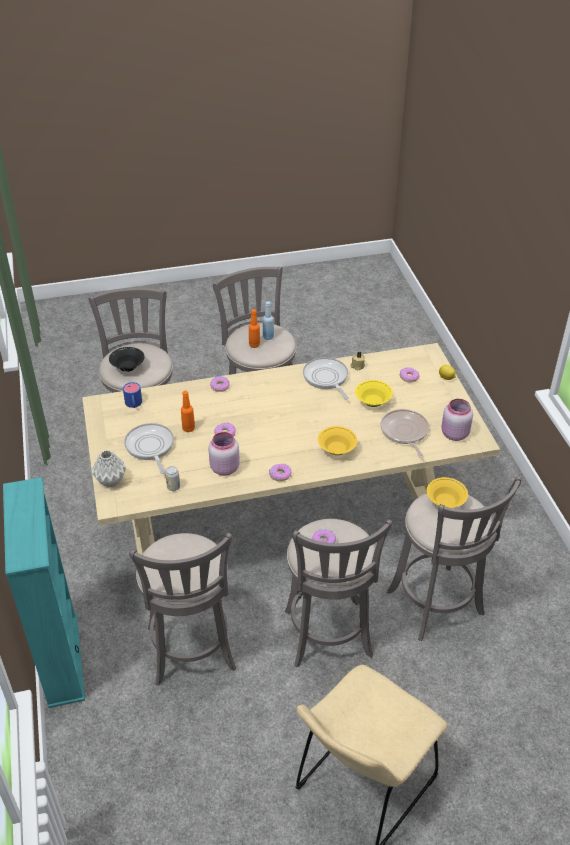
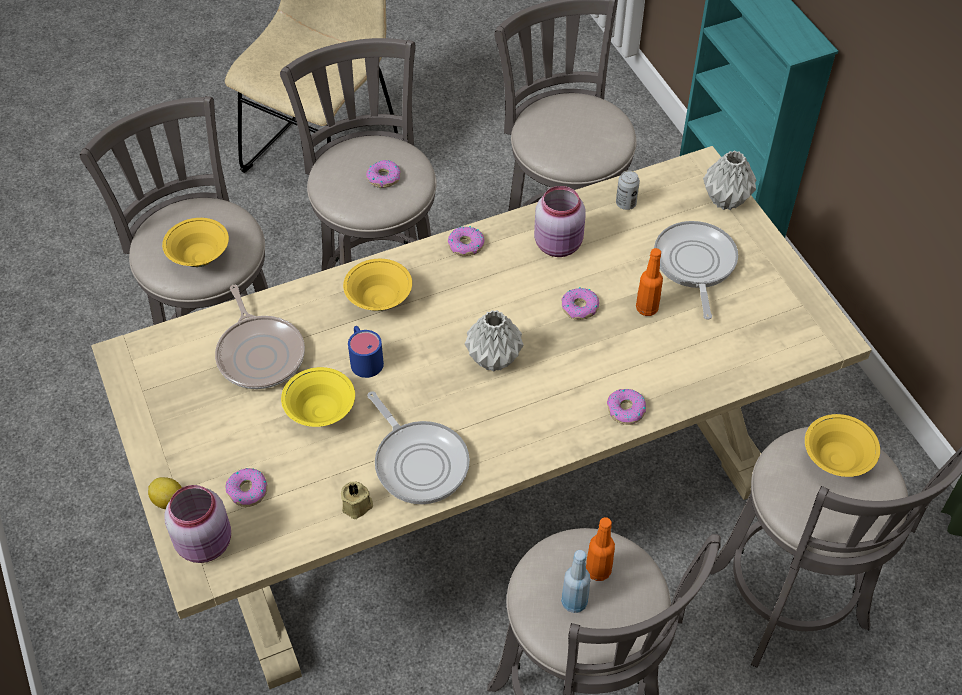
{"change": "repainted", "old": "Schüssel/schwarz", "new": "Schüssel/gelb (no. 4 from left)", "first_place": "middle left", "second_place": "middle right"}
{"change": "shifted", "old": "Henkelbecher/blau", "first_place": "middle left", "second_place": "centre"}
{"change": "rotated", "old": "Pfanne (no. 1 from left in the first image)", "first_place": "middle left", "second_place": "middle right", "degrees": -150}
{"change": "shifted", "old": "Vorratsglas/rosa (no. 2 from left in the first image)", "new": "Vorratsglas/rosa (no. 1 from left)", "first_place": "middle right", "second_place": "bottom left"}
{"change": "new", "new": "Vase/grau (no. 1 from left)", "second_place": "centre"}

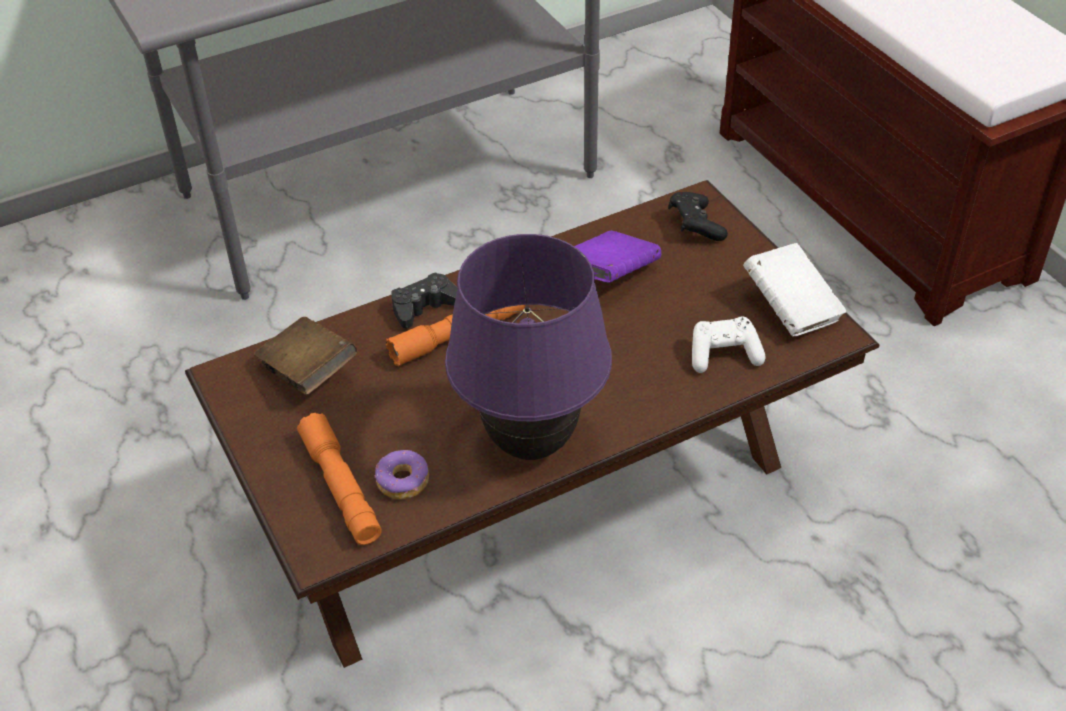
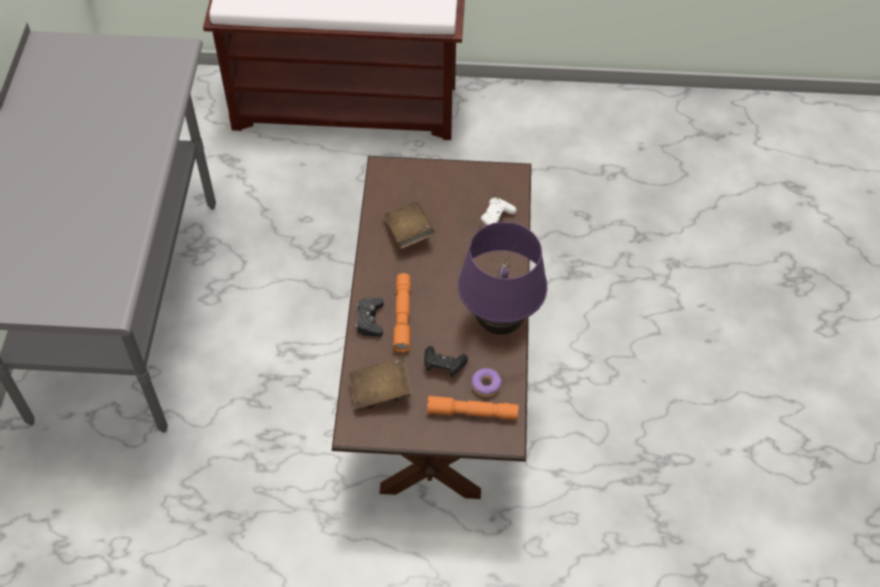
{"change": "repainted", "old": "Buch/lila", "new": "Buch/braun (no. 2 from left)", "first_place": "centre", "second_place": "centre"}
{"change": "shifted", "old": "Gamepad/schwarz (no. 2 from left)", "first_place": "top centre", "second_place": "centre"}
{"change": "gone", "old": "Buch/weiß", "first_place": "middle right"}

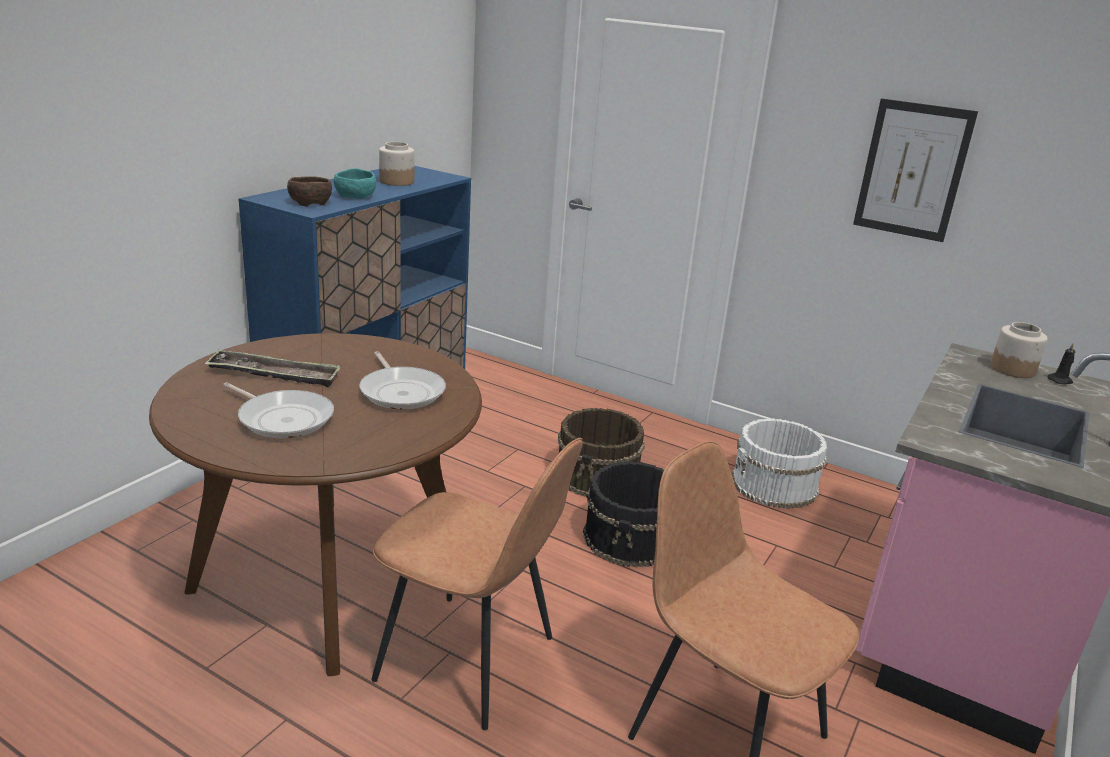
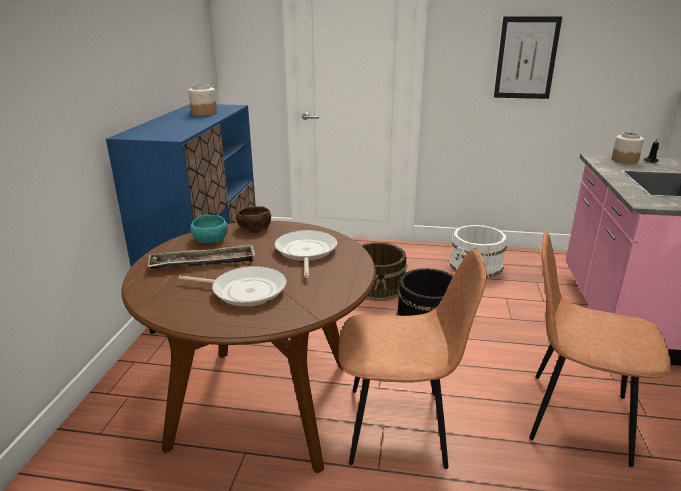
{"change": "shifted", "old": "Schüssel/braun", "first_place": "top left", "second_place": "centre"}
{"change": "shifted", "old": "Schüssel/türkis", "first_place": "top left", "second_place": "middle left"}
{"change": "rotated", "old": "Pfanne (no. 2 from left)", "first_place": "centre", "second_place": "centre", "degrees": -135}

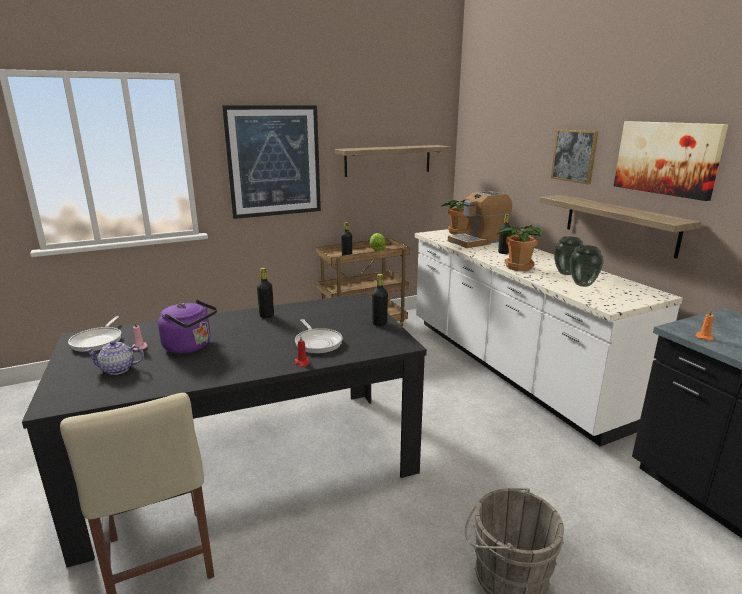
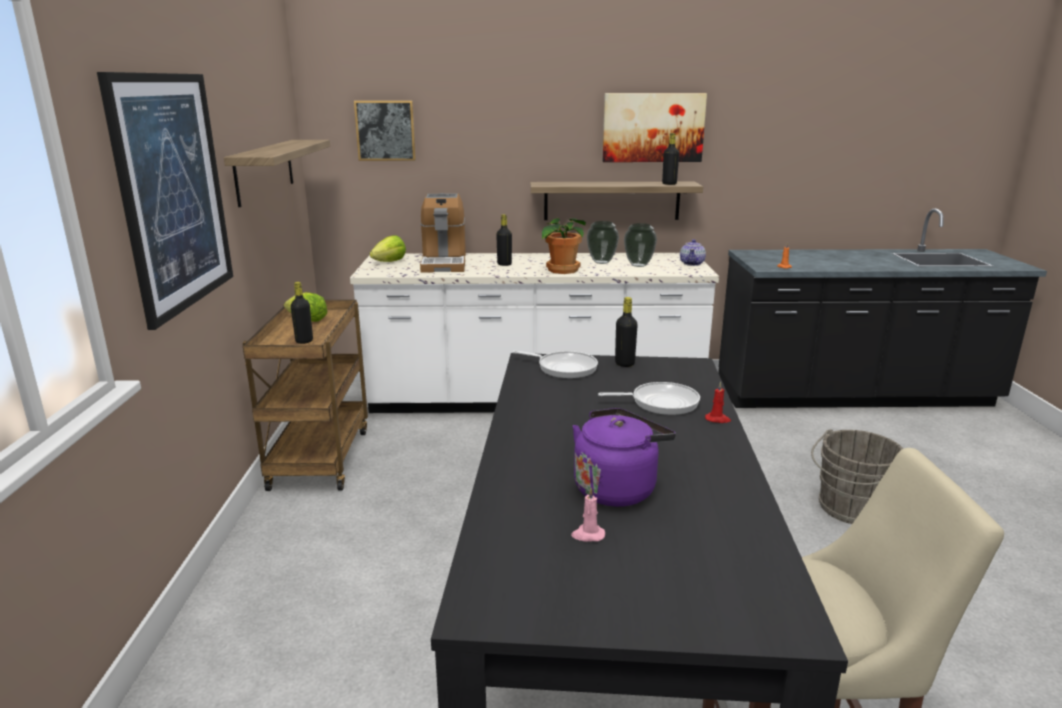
{"change": "shifted", "old": "Pfanne (no. 1 from left)", "first_place": "middle left", "second_place": "centre"}
{"change": "shifted", "old": "Teekanne", "first_place": "middle left", "second_place": "centre"}
{"change": "shifted", "old": "Flasche/schwarz (no. 1 from left in the first image)", "new": "Flasche/schwarz (no. 4 from left)", "first_place": "centre", "second_place": "top centre"}
{"change": "swapped", "old": "Topfpflanze (no. 1 from left)", "new": "Salatkopf (no. 2 from left)", "first_place": "centre", "second_place": "centre"}
{"change": "shifted", "old": "Bild (no. 2 from left)", "first_place": "top right", "second_place": "top centre"}

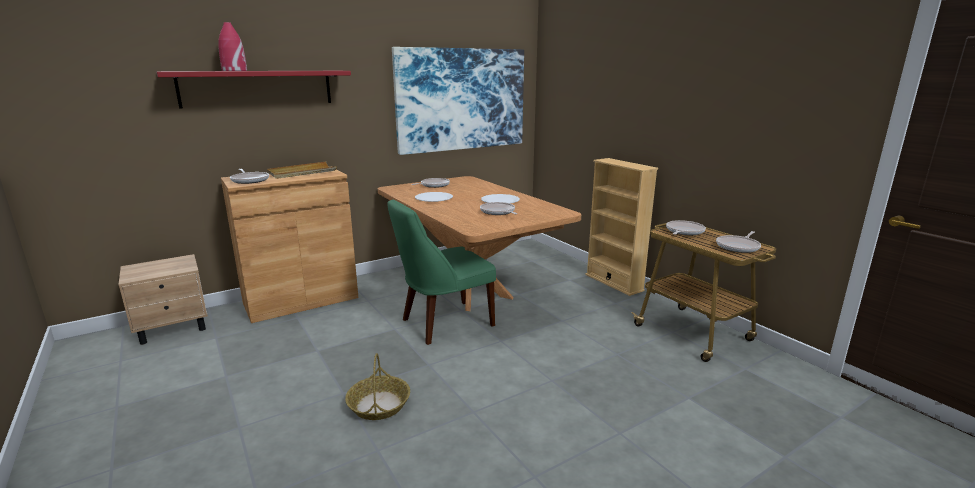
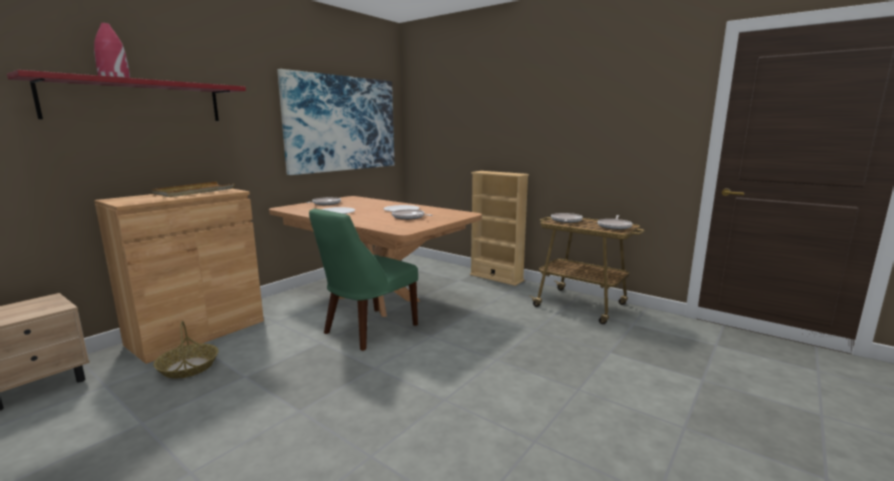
{"change": "gone", "old": "Pfanne (no. 1 from left)", "first_place": "middle left"}
{"change": "shifted", "old": "Korb", "first_place": "bottom centre", "second_place": "bottom left"}

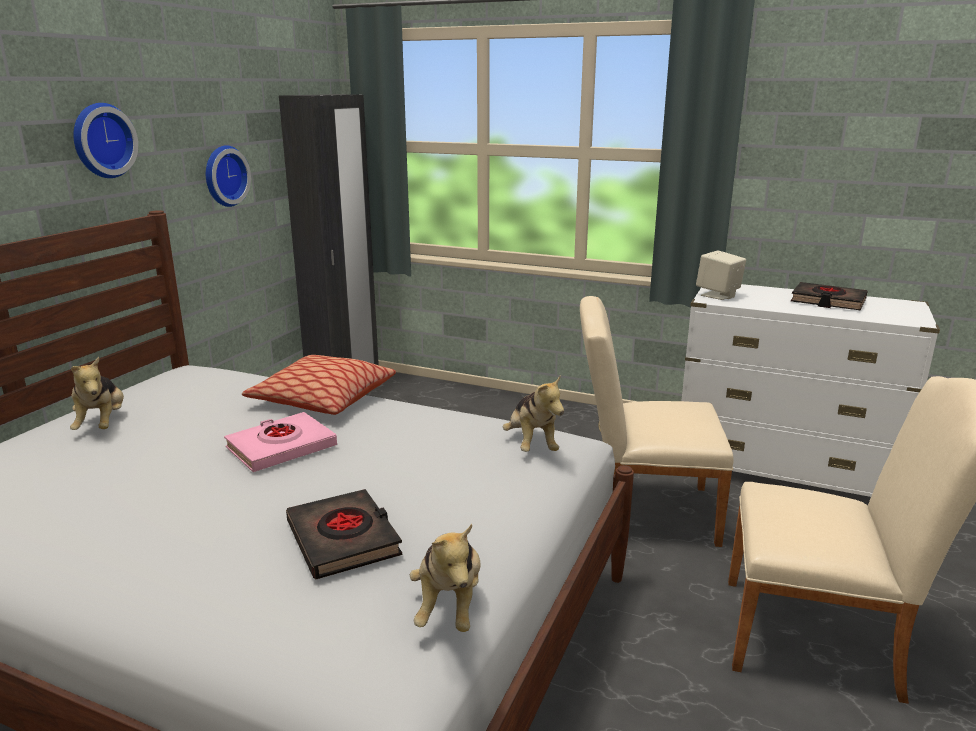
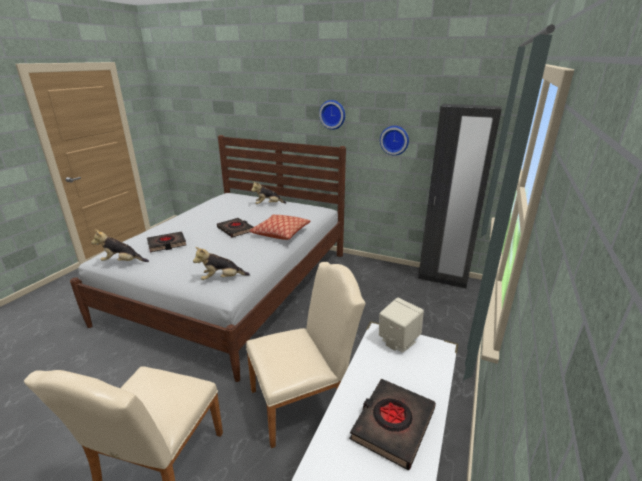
{"change": "repainted", "old": "Buch/rosa", "new": "Buch/schwarz (no. 2 from left)", "first_place": "middle left", "second_place": "centre"}
{"change": "rotated", "old": "Stuhl/beige (no. 1 from left in the first image)", "first_place": "middle right", "second_place": "bottom centre", "degrees": 60}

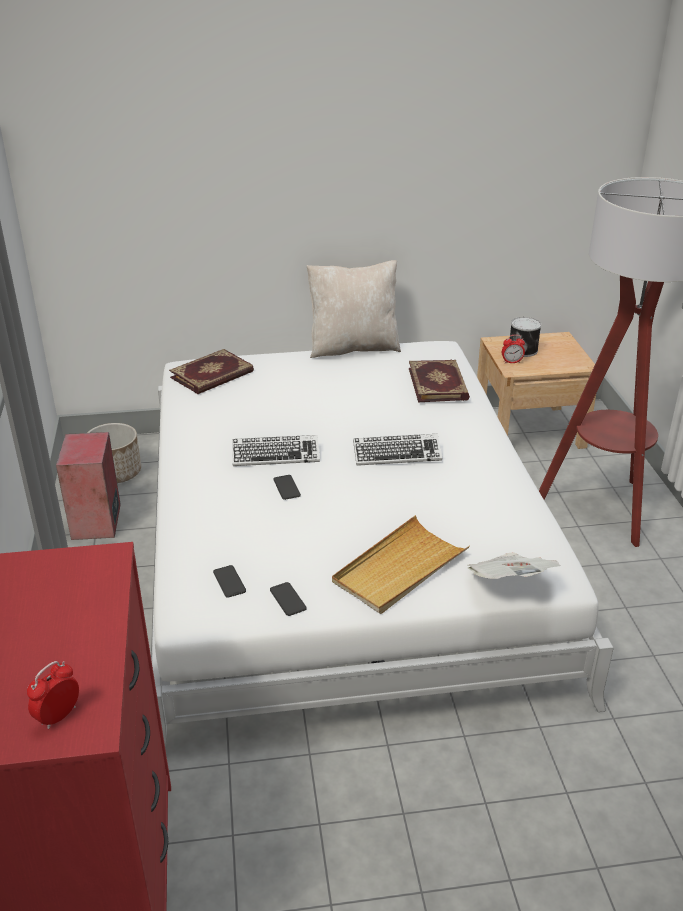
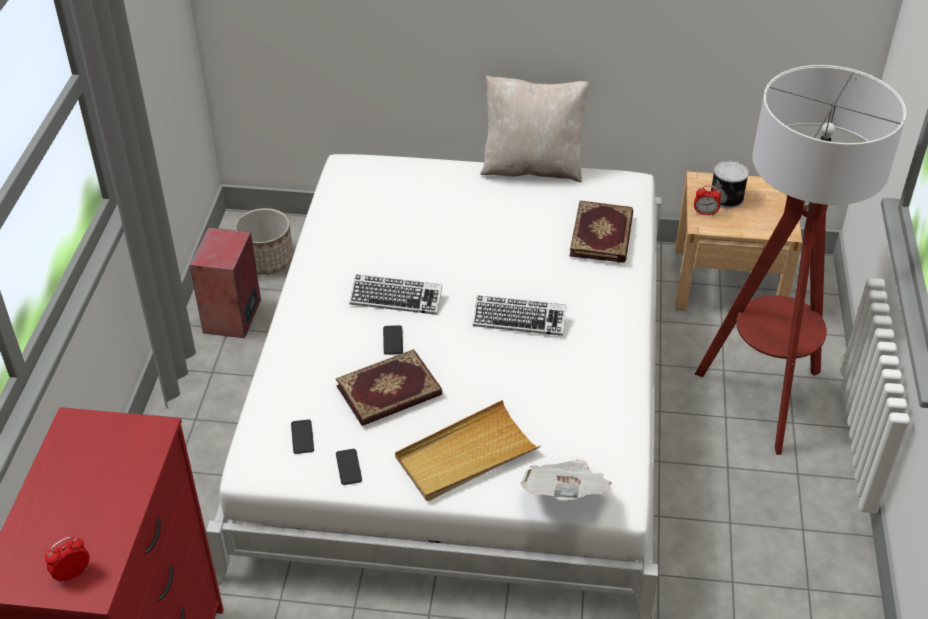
{"change": "shifted", "old": "Buch (no. 1 from left)", "first_place": "middle left", "second_place": "centre"}

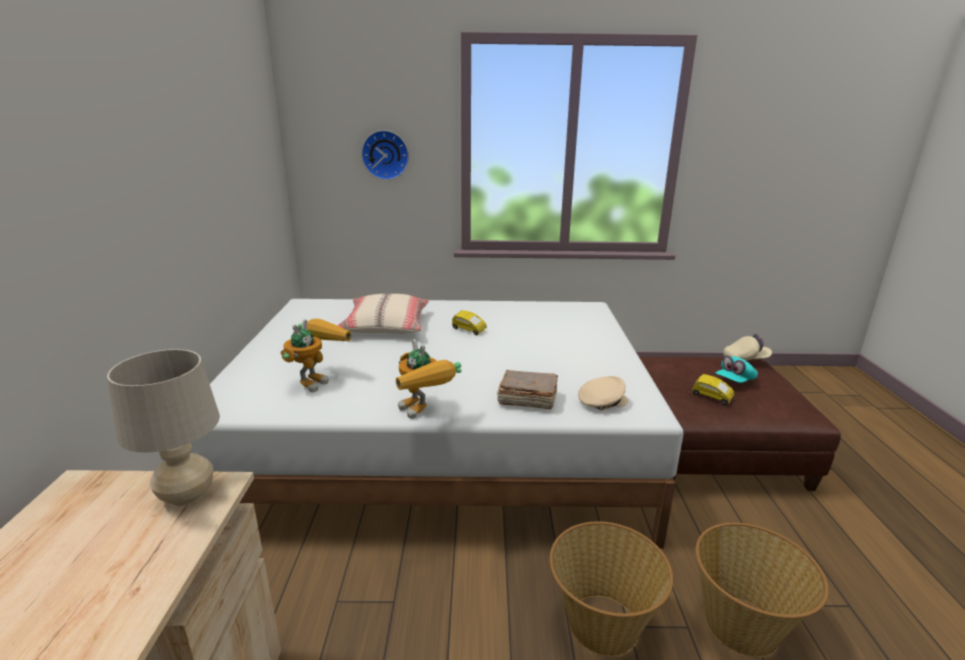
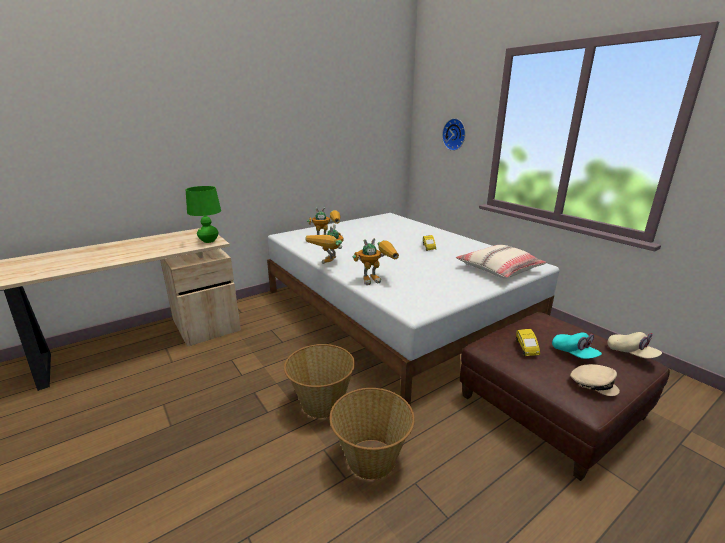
{"change": "repainted", "old": "Tischlampe/beige", "new": "Tischlampe/grün", "first_place": "middle left", "second_place": "middle left"}
{"change": "shifted", "old": "Kissen/beige", "first_place": "centre", "second_place": "middle right"}
{"change": "swapped", "old": "Buch/braun", "new": "Spielzeugroboter (no. 3 from left)", "first_place": "centre", "second_place": "centre"}
{"change": "shifted", "old": "Kappe/beige (no. 1 from left)", "first_place": "centre", "second_place": "bottom right"}
{"change": "rotated", "old": "Kappe/türkis", "first_place": "middle right", "second_place": "middle right", "degrees": -135}

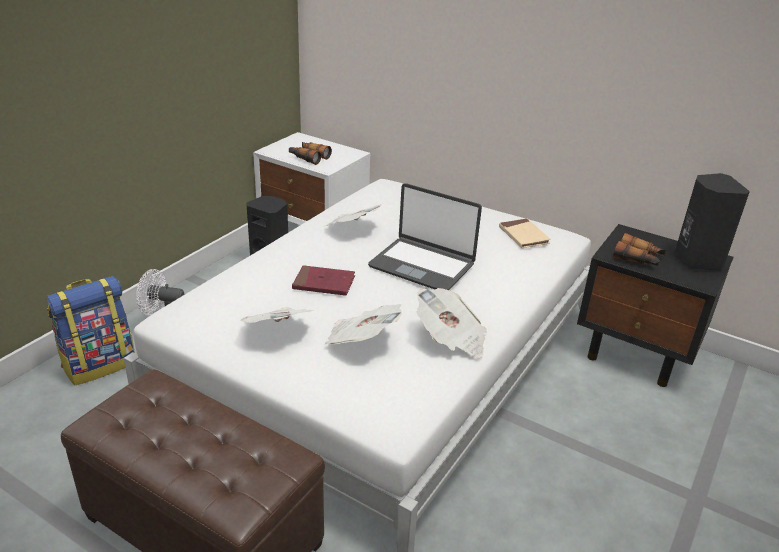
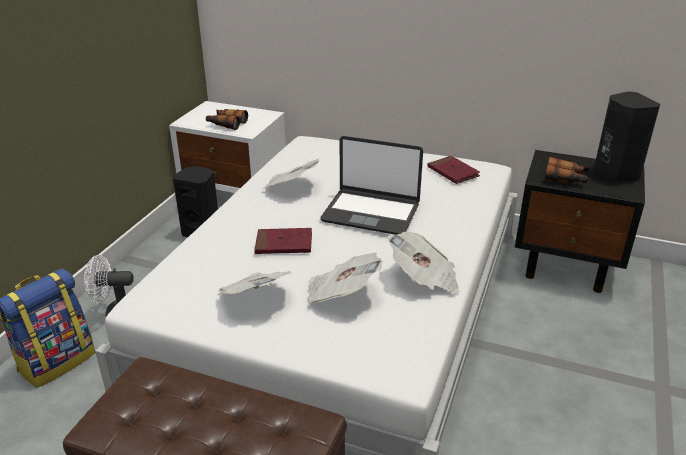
{"change": "repainted", "old": "Buch/beige", "new": "Buch/rot (no. 2 from left)", "first_place": "middle right", "second_place": "centre"}

